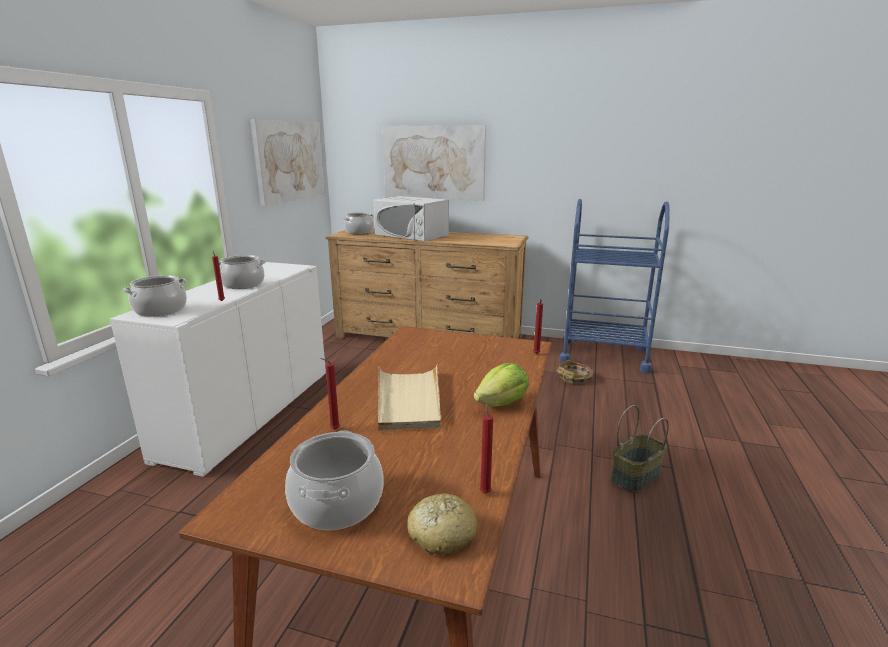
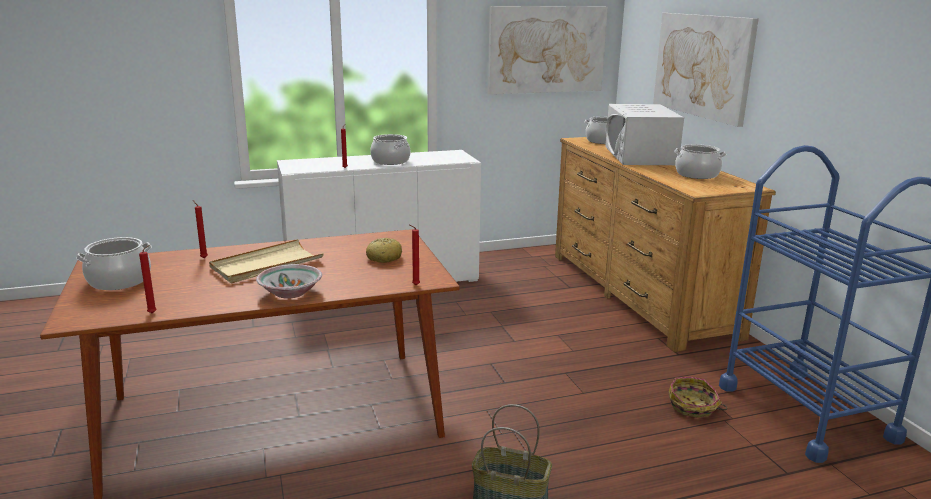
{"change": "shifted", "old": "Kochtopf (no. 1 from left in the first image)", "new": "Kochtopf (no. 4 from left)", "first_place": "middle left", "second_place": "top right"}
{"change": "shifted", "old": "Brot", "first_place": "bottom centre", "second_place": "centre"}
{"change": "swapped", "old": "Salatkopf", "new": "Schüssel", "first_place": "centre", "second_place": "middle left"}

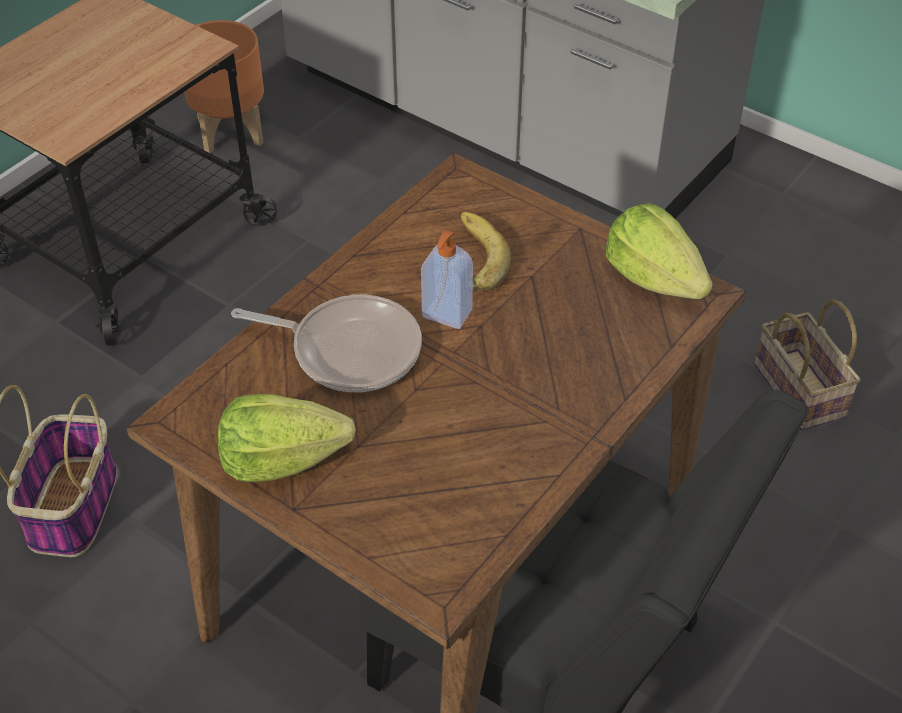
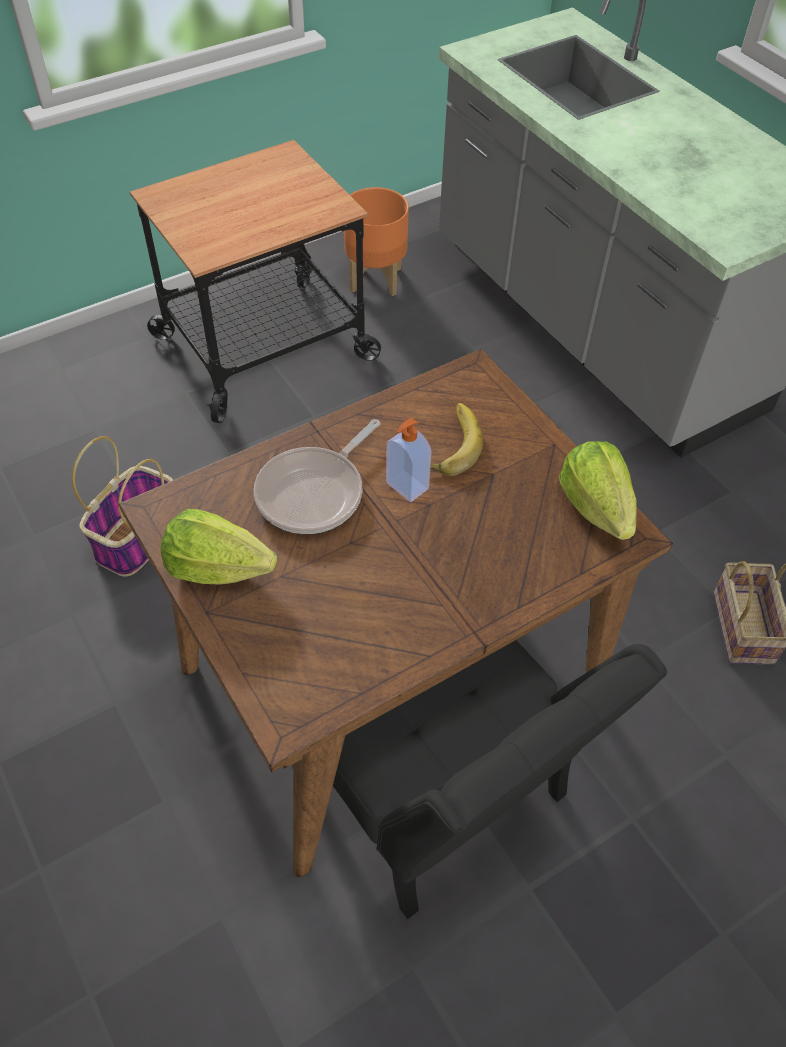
{"change": "rotated", "old": "Pfanne", "first_place": "centre", "second_place": "centre", "degrees": 90}

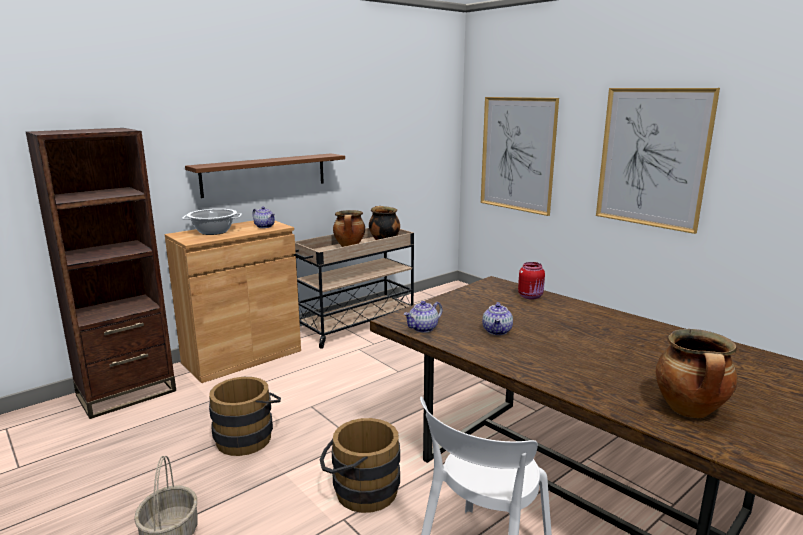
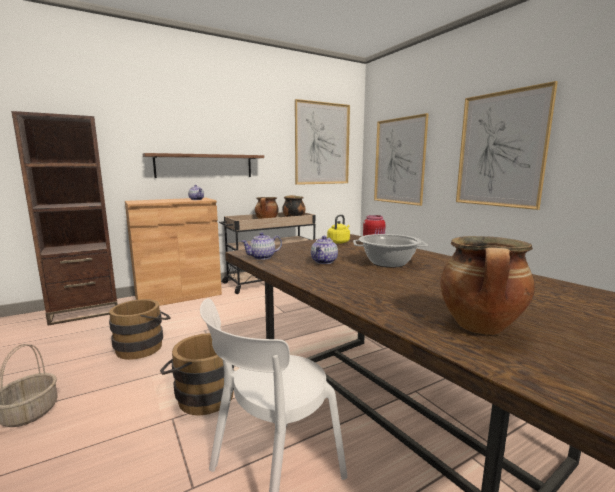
{"change": "shifted", "old": "Kochtopf (no. 1 from left in the first image)", "new": "Kochtopf (no. 3 from left)", "first_place": "middle left", "second_place": "centre"}
{"change": "new", "new": "Bild (no. 1 from left)", "second_place": "top centre"}
{"change": "new", "new": "Wasserkessel/gelb", "second_place": "centre"}

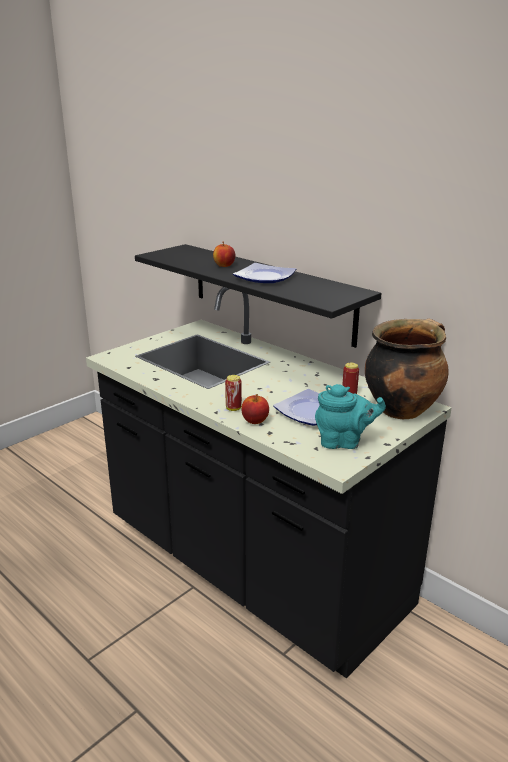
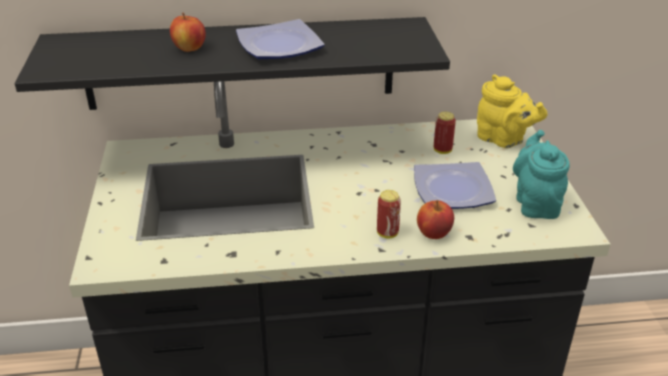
{"change": "rotated", "old": "Teekanne/türkis", "first_place": "middle right", "second_place": "middle right", "degrees": -45}
{"change": "swapped", "old": "Kochtopf", "new": "Teekanne/gelb", "first_place": "middle right", "second_place": "top right"}

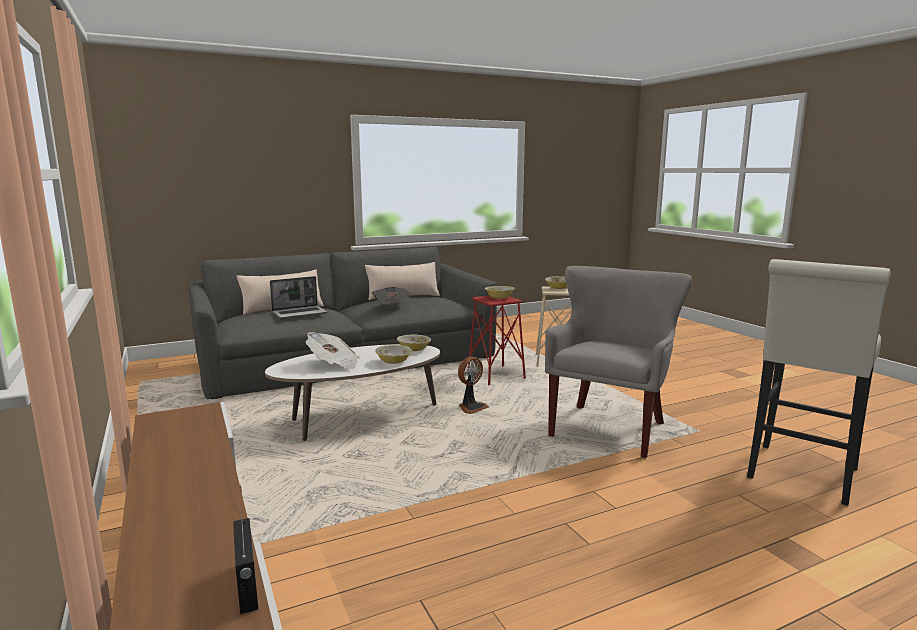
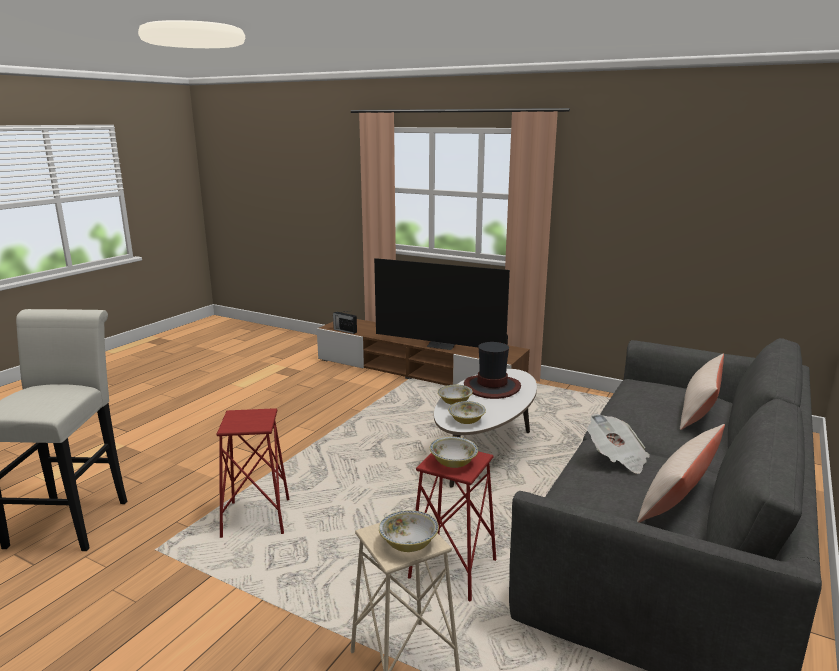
{"change": "gone", "old": "Laptop", "first_place": "middle left"}
{"change": "swapped", "old": "Zeitung (no. 1 from left)", "new": "Hut", "first_place": "centre", "second_place": "centre"}
{"change": "gone", "old": "Ventilator", "first_place": "centre"}
{"change": "swapped", "old": "Sessel/grau", "new": "Hocker/rot (no. 1 from left)", "first_place": "middle right", "second_place": "bottom left"}
{"change": "new", "new": "Fernseher", "second_place": "centre"}

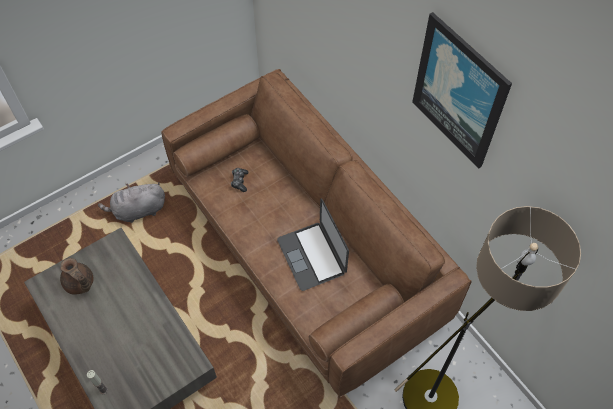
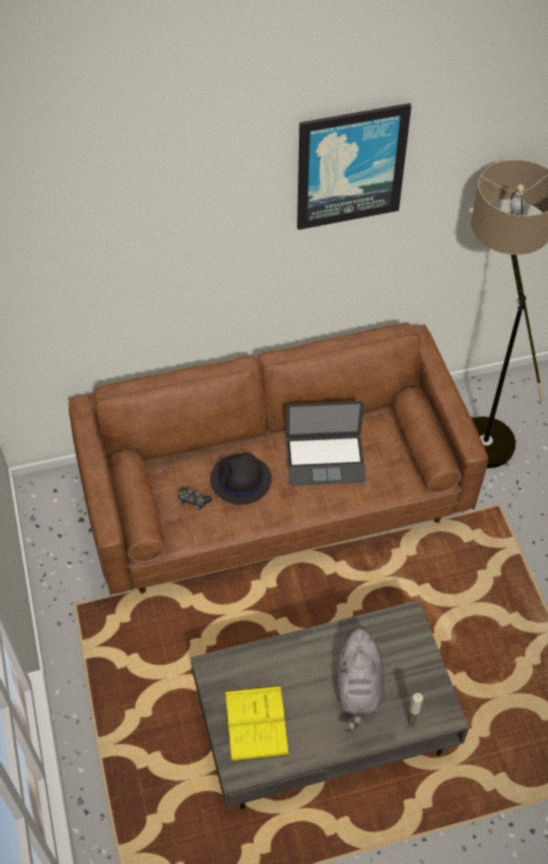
{"change": "swapped", "old": "Teekanne/braun", "new": "Buch/gelb", "first_place": "bottom left", "second_place": "bottom centre"}
{"change": "shifted", "old": "Plüschtier/grau", "first_place": "middle left", "second_place": "bottom centre"}
{"change": "new", "new": "Hut/schwarz", "second_place": "centre"}

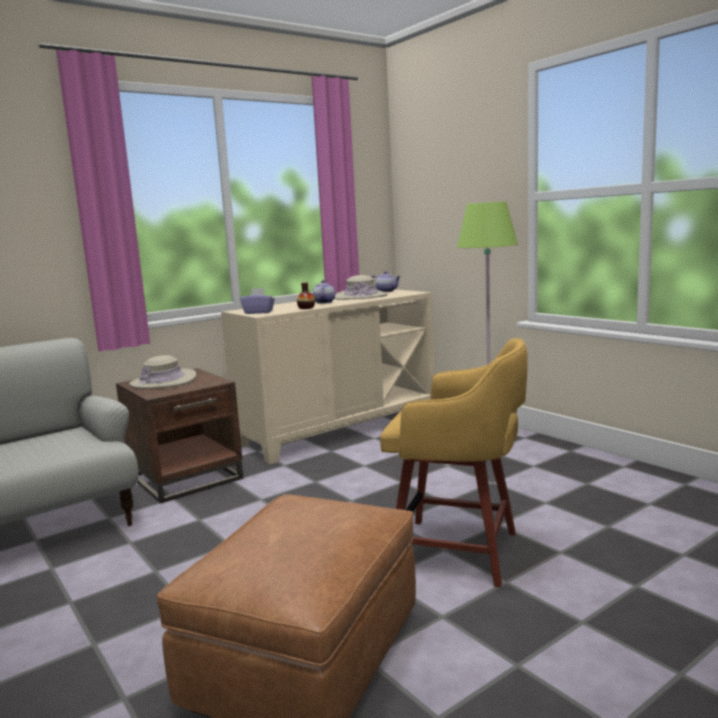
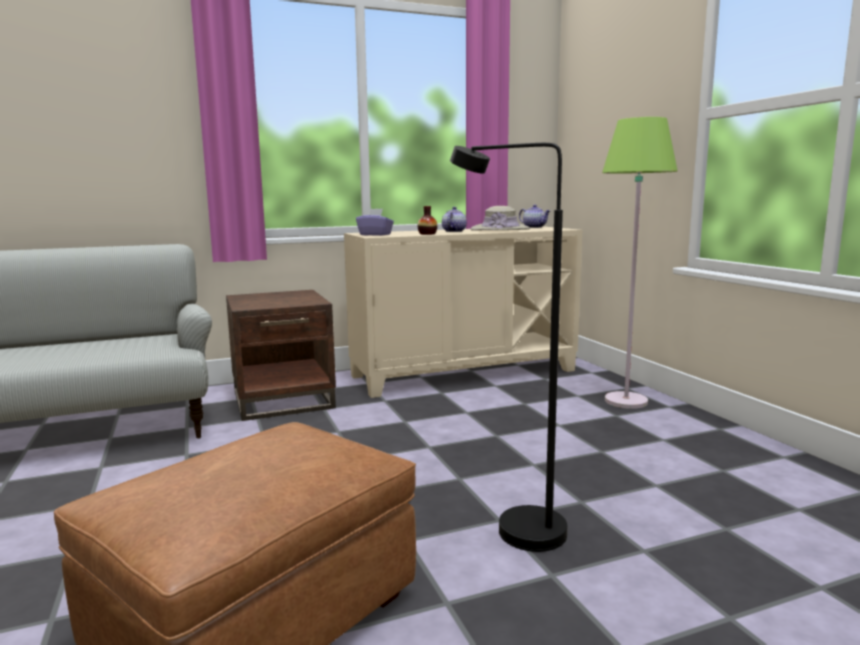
{"change": "gone", "old": "Hut/beige (no. 1 from left)", "first_place": "middle left"}
{"change": "swapped", "old": "Hocker/gelb", "new": "Stehlampe/schwarz", "first_place": "centre", "second_place": "centre"}

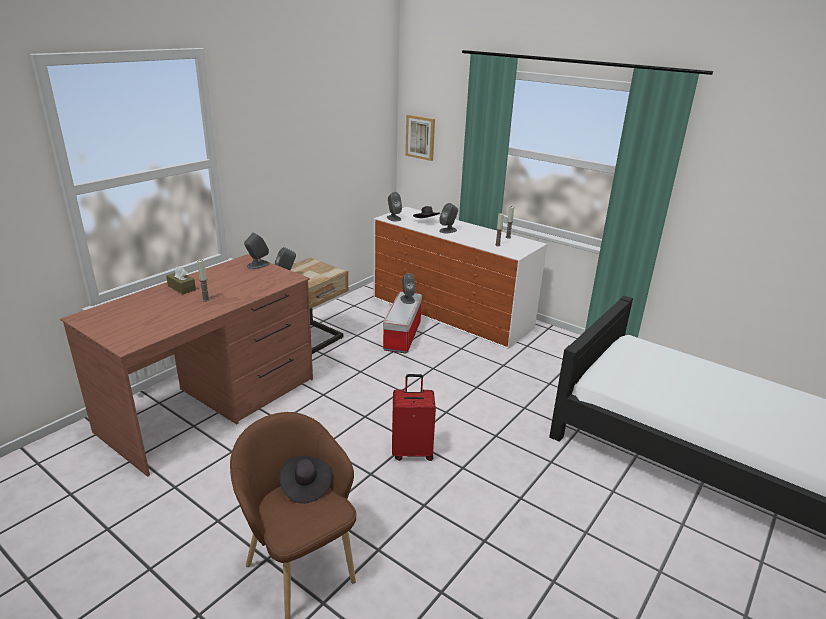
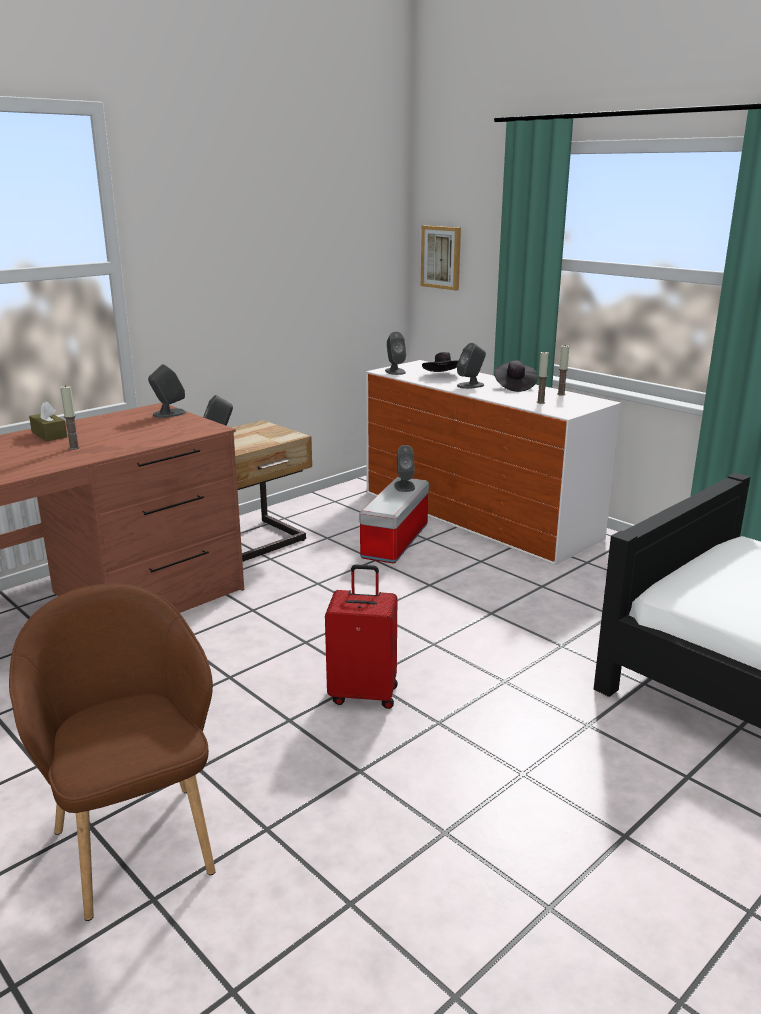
{"change": "shifted", "old": "Hut/schwarz (no. 1 from left in the first image)", "new": "Hut/schwarz (no. 2 from left)", "first_place": "bottom centre", "second_place": "middle right"}

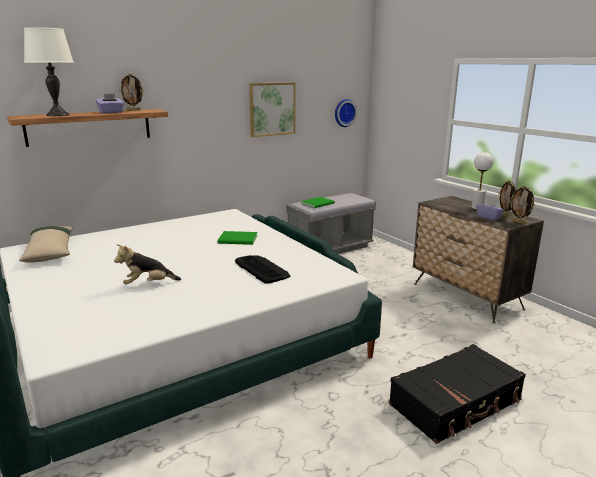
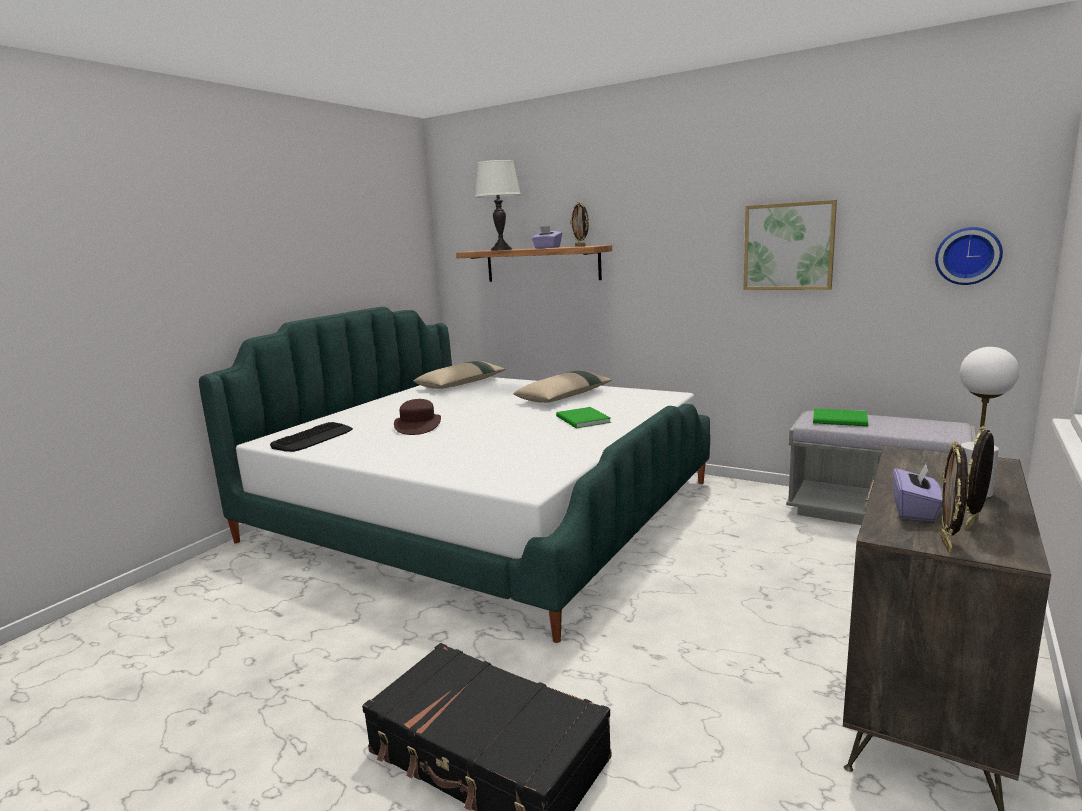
{"change": "swapped", "old": "Plüschtier", "new": "Hut/braun", "first_place": "middle left", "second_place": "centre"}
{"change": "shifted", "old": "Tastatur", "first_place": "centre", "second_place": "middle left"}
{"change": "new", "new": "Kissen/beige (no. 2 from left)", "second_place": "centre"}

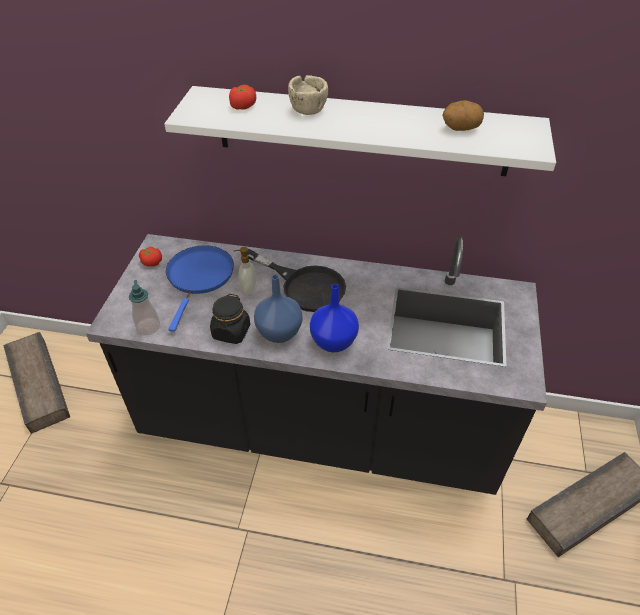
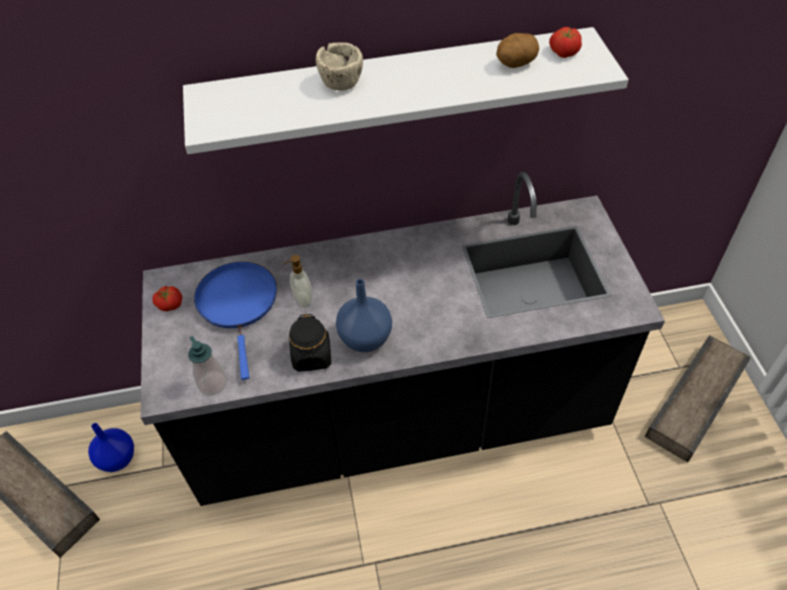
{"change": "shifted", "old": "Tomate (no. 2 from left)", "first_place": "top centre", "second_place": "top right"}
{"change": "gone", "old": "Pfanne/schwarz", "first_place": "centre"}
{"change": "shifted", "old": "Vase/blau (no. 2 from left in the first image)", "new": "Vase/blau (no. 1 from left)", "first_place": "centre", "second_place": "bottom left"}

